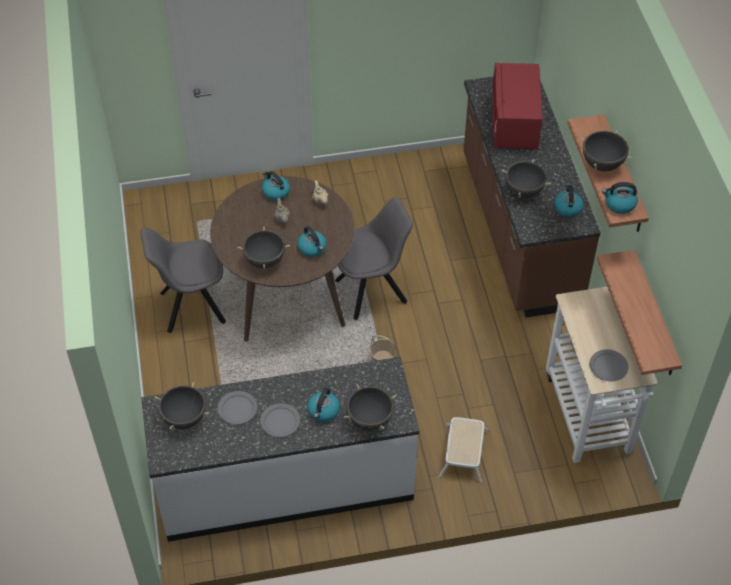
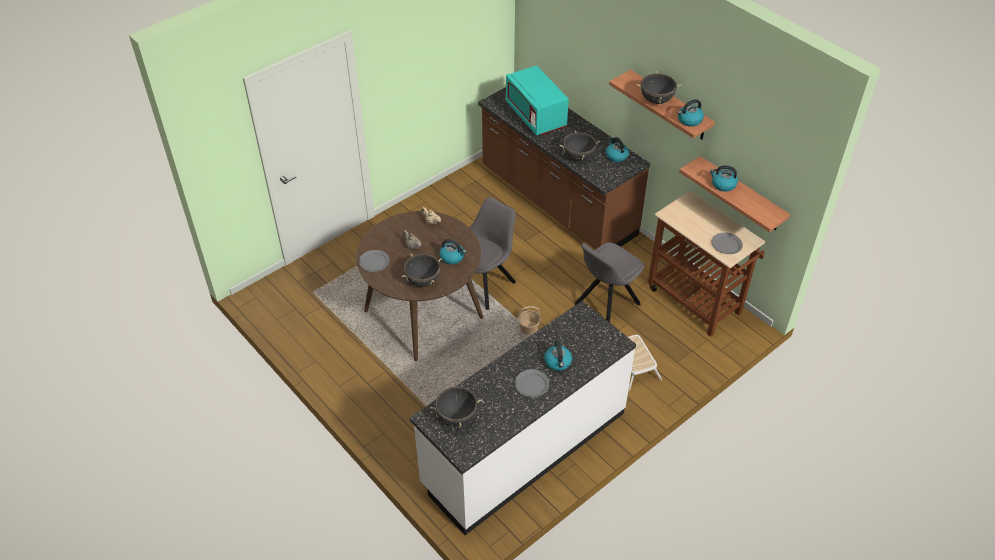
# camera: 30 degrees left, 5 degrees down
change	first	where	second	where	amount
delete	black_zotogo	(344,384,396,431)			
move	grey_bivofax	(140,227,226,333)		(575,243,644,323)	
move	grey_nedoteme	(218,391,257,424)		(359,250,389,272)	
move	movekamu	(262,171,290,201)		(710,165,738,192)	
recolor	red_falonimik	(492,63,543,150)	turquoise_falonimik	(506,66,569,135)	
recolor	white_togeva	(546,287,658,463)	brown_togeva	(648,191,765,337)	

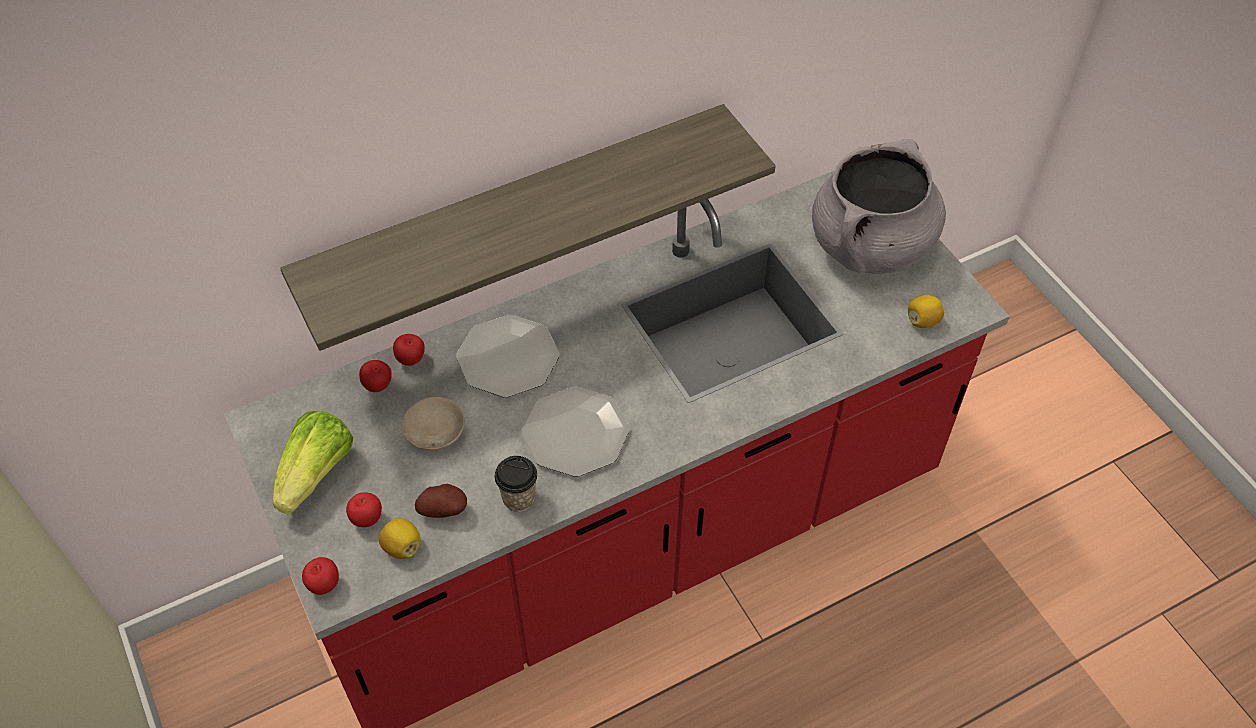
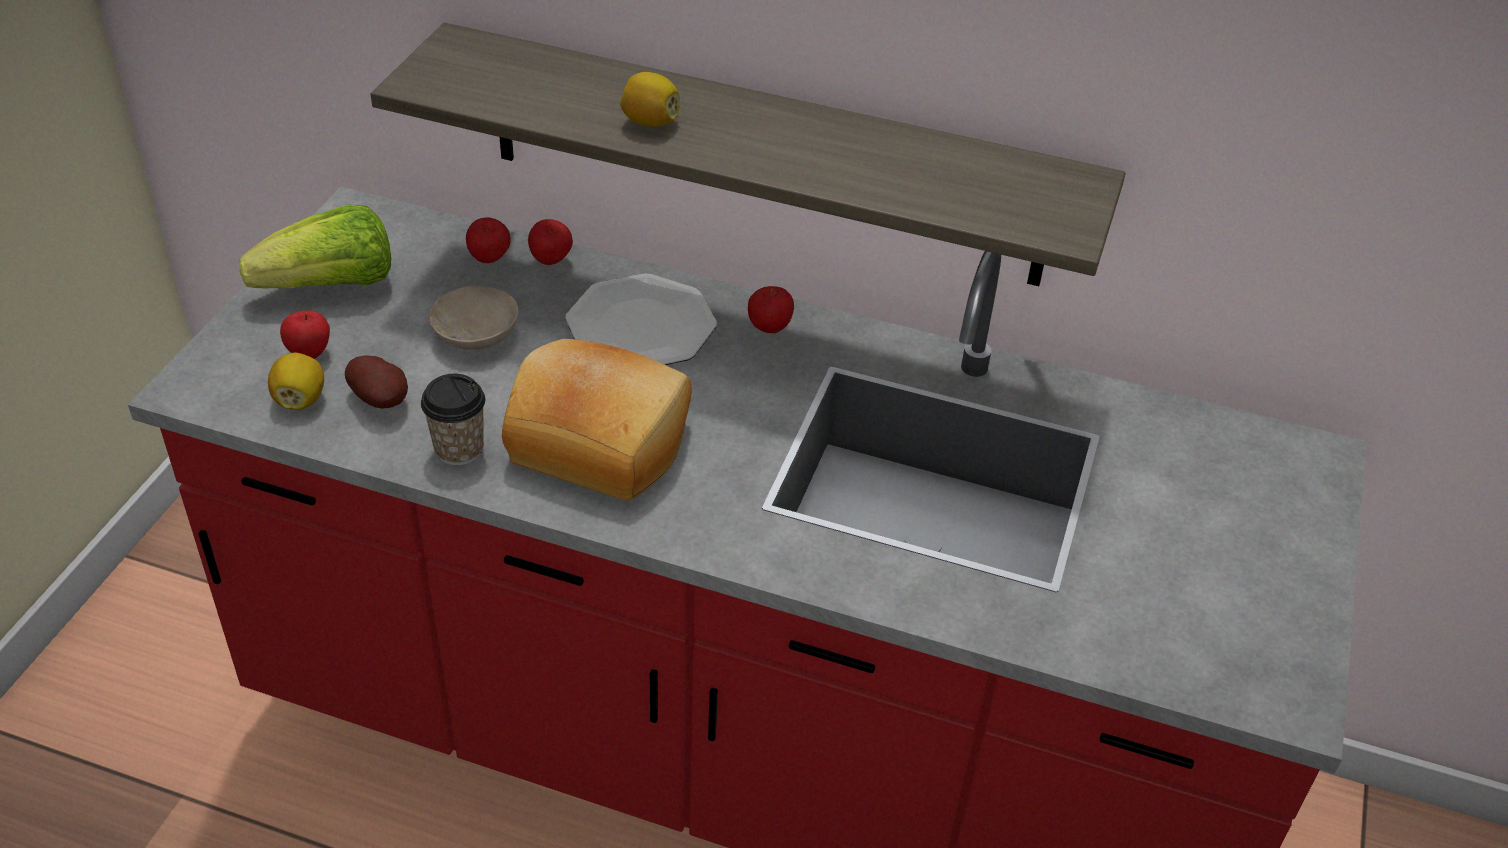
# camera: 45 degrees right, 10 degrees down
change	first	where	second	where	amount
delete	grey_zotogo	(812,139,946,274)			
move	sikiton	(302,557,339,595)		(748,286,794,333)	
move	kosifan	(908,295,944,328)		(620,72,680,127)	
replace	nedoteme	(522,387,629,477)	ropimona	(502,339,692,501)	

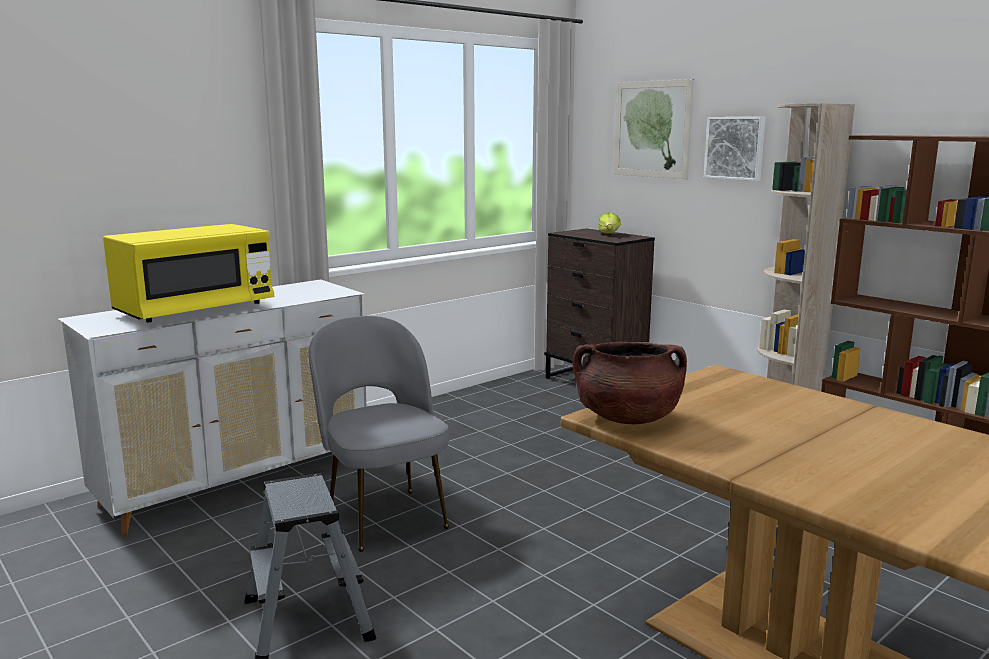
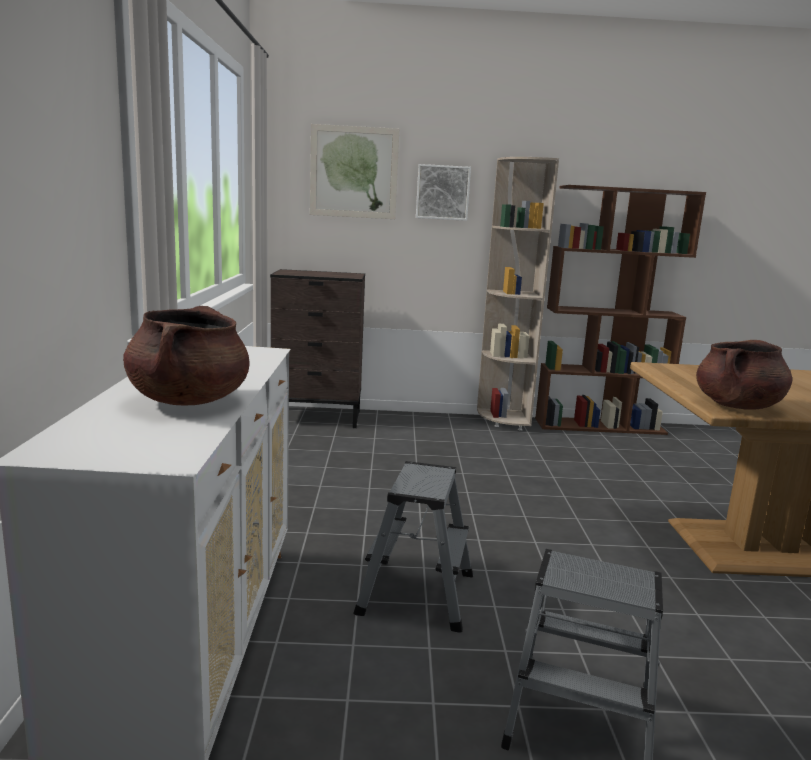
# camera: 50 degrees left, 0 degrees up
change	first	where	second	where	amount
delete	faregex	(598,212,621,234)			
replace	yellow_falonimik	(103,224,274,322)	brown_zotogo	(123,306,250,405)	
replace	grey_bivofax	(309,316,449,552)	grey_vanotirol	(353,461,473,633)	

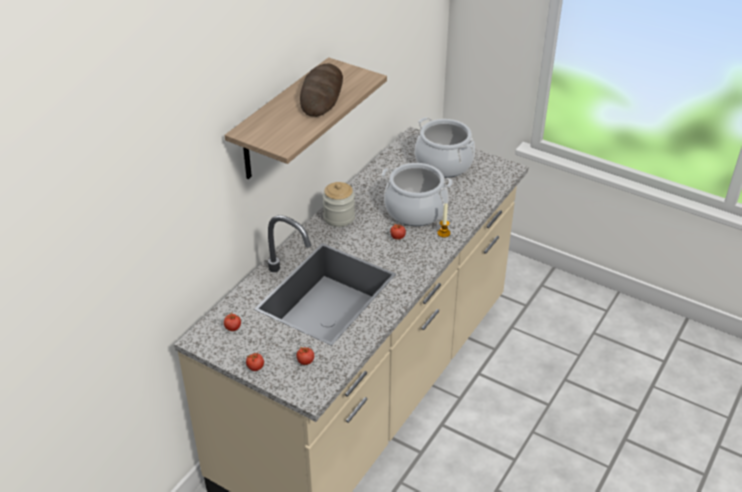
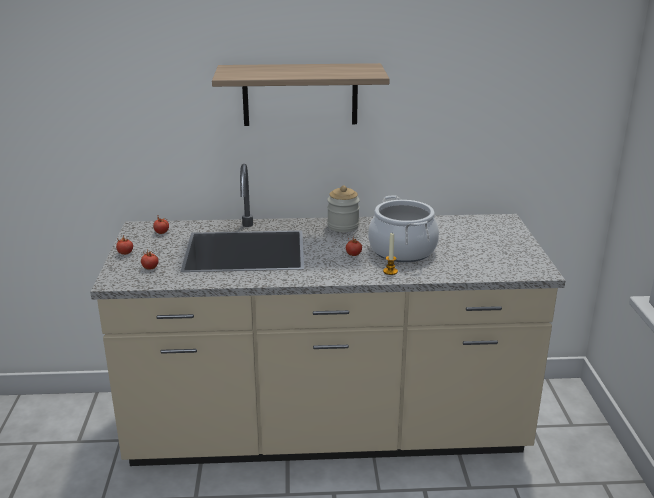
# camera: 55 degrees right, 15 degrees down
change	first	where	second	where	amount
delete	ropimona	(300,64,343,117)			
delete	zotogo	(415,117,475,178)			

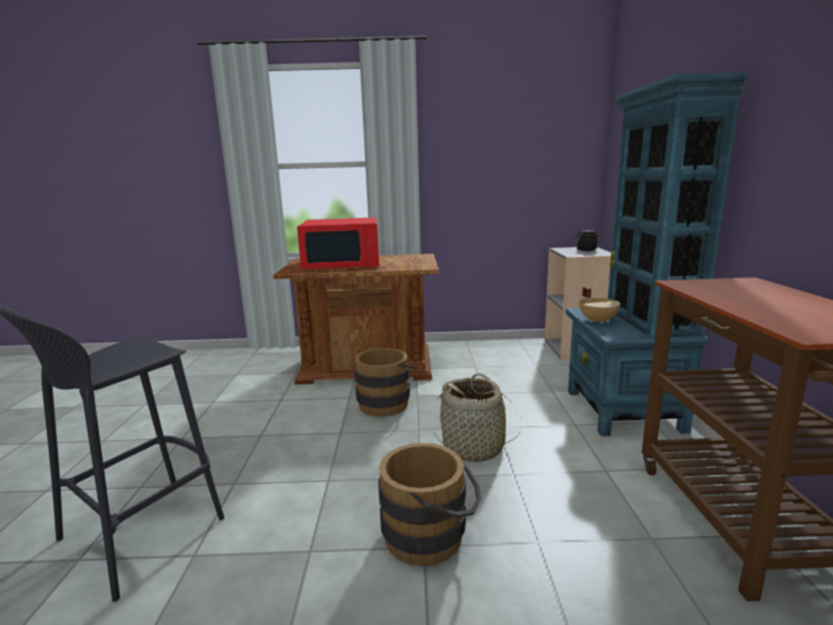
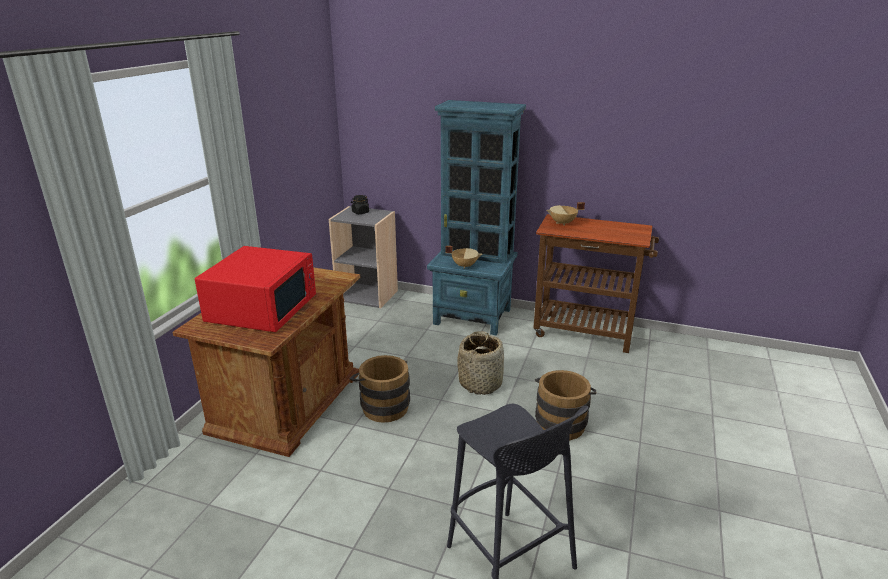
# camera: 70 degrees left, 10 degrees up
change	first	where	second	where	amount
insert			beige_zotogo	(546,202,585,226)	

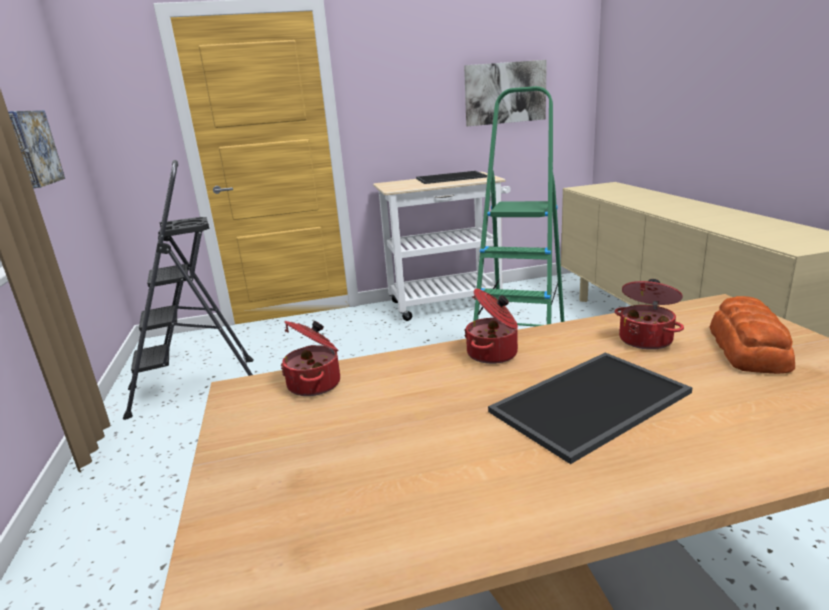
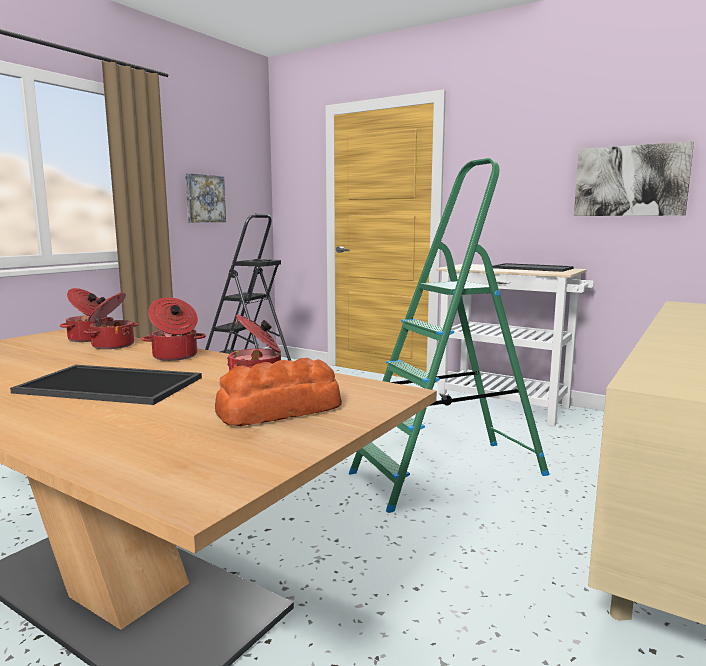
# camera: 45 degrees right, 10 degrees down
change	first	where	second	where	amount
insert			zotogo	(83,292,138,349)	

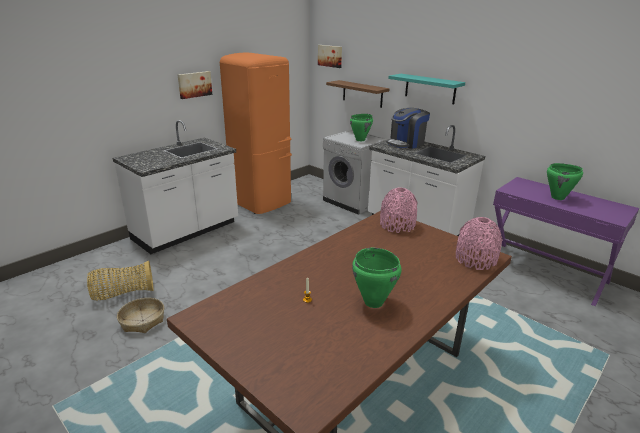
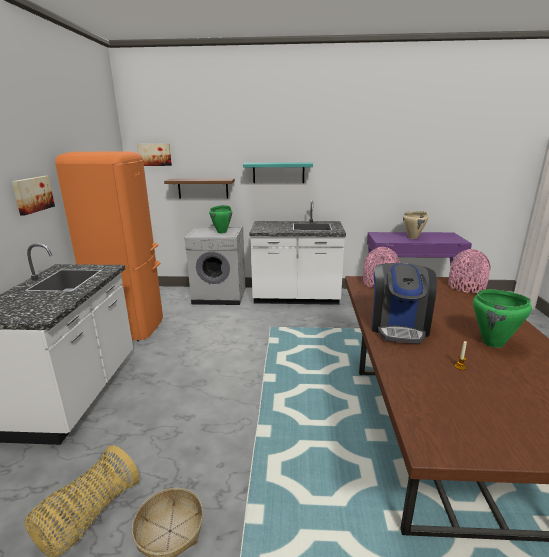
# camera: 40 degrees left, 5 degrees down
change	first	where	second	where	amount
move	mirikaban	(386,108,430,149)		(372,263,437,344)	
recolor	green_zotogo	(547,163,583,200)	beige_zotogo	(403,211,428,239)	

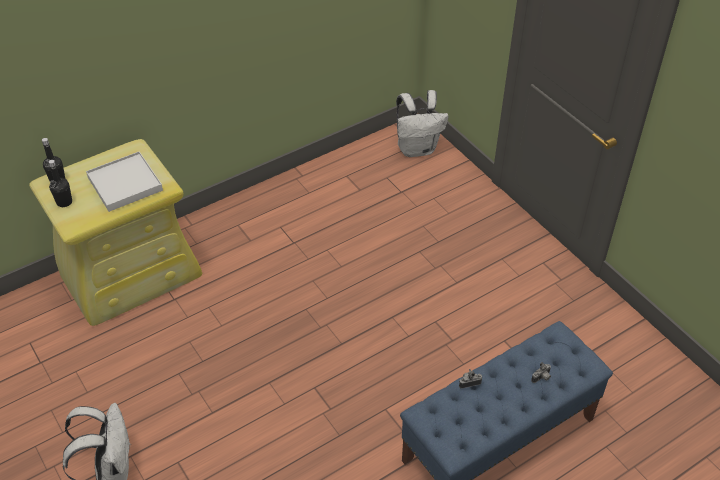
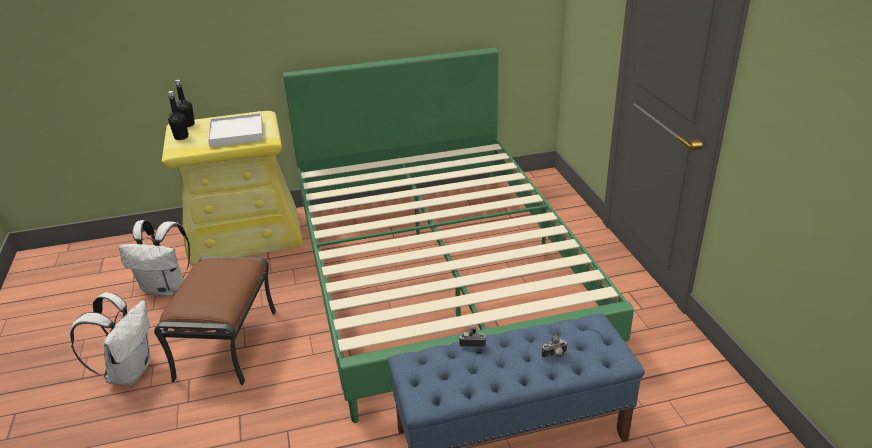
# camera: 20 degrees right, 15 degrees down
change	first	where	second	where	amount
insert			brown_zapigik	(154,256,276,385)	
insert			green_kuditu	(283,48,634,423)	
move	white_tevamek	(396,90,448,157)		(118,220,190,296)	

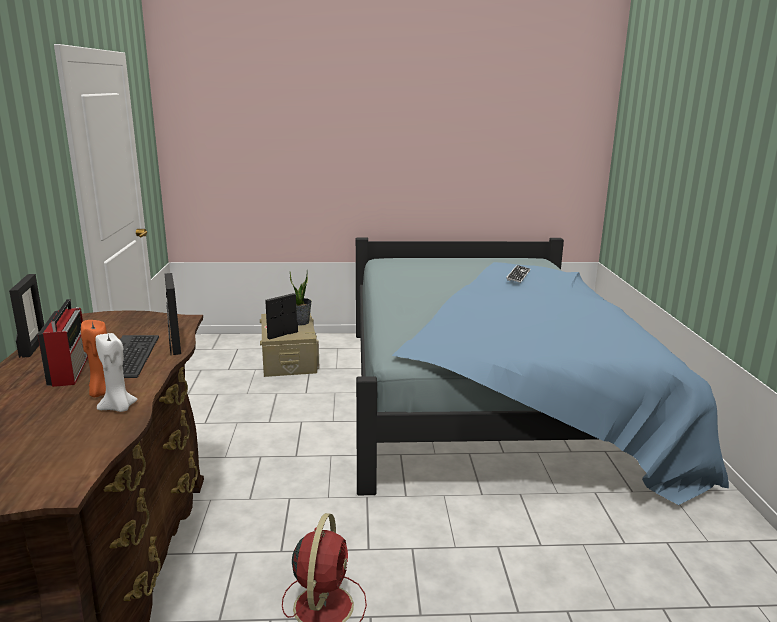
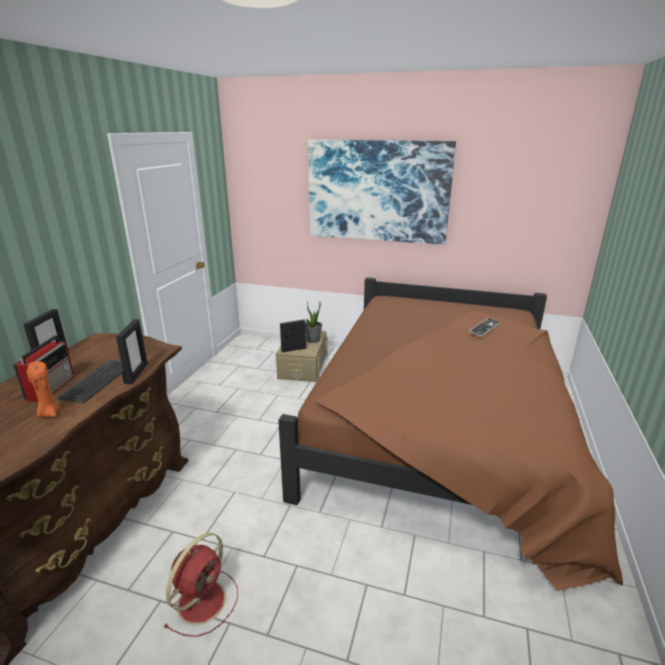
# camera: 20 degrees right, 5 degrees up
change	first	where	second	where	amount
delete	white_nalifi	(96,333,138,412)			
insert			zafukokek	(308,140,456,245)	
recolor	blue_kuditu	(356,238,729,505)	brown_kuditu	(278,277,623,591)	

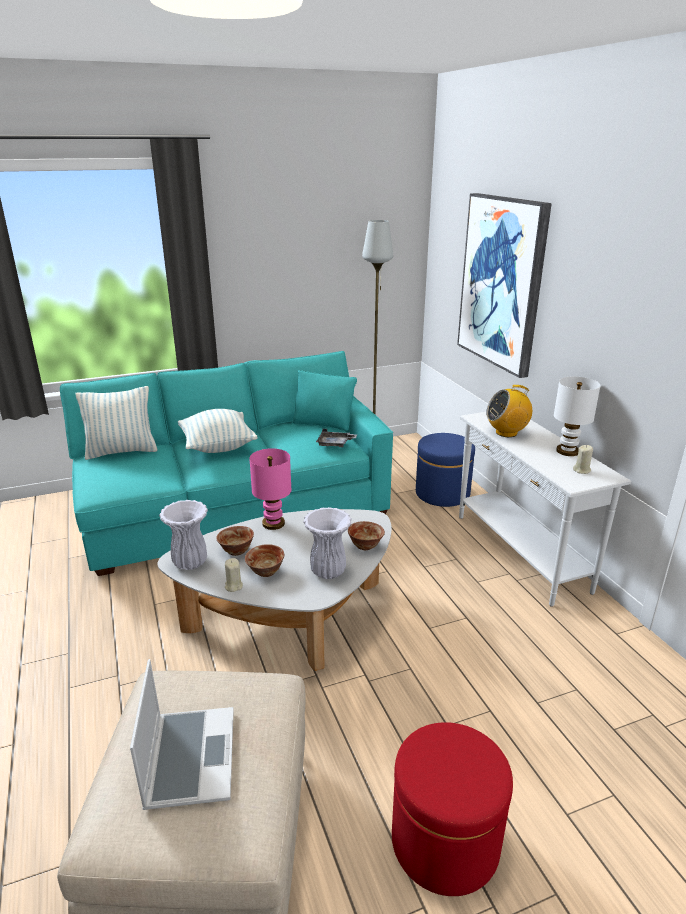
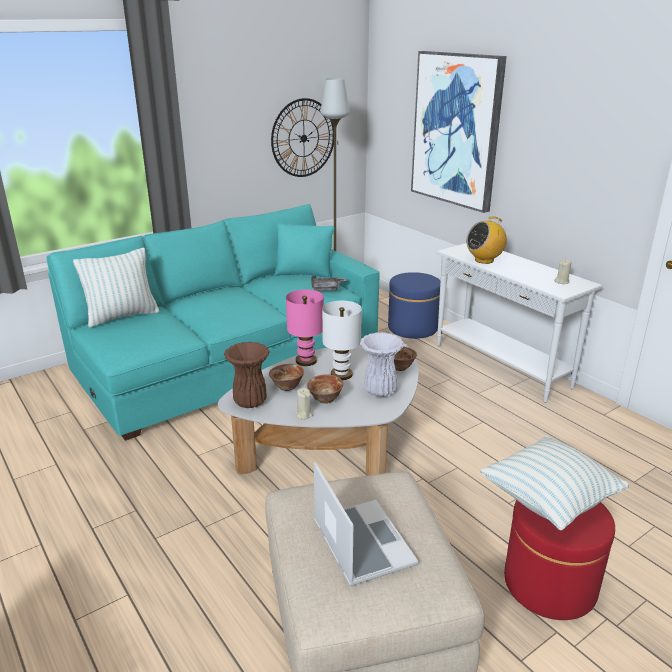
# camera: 15 degrees left, 0 degrees up
change	first	where	second	where	amount
insert			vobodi	(271,98,334,177)	
move	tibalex	(178,409,258,453)		(480,435,629,531)	
move	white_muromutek	(554,377,601,456)		(322,301,362,380)	
recolor	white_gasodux	(159,500,208,570)	brown_gasodux	(224,342,270,408)	

